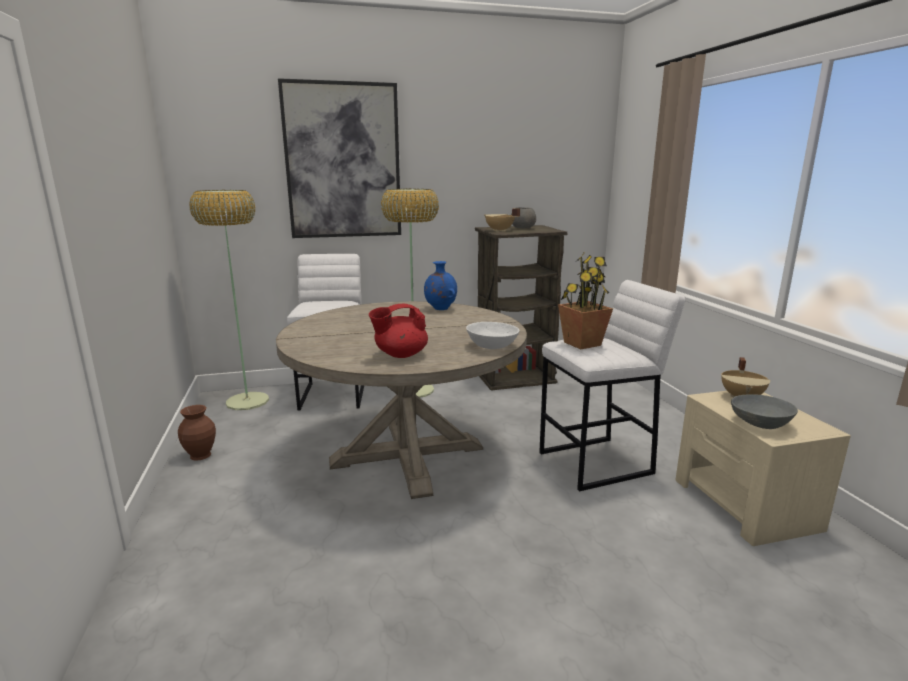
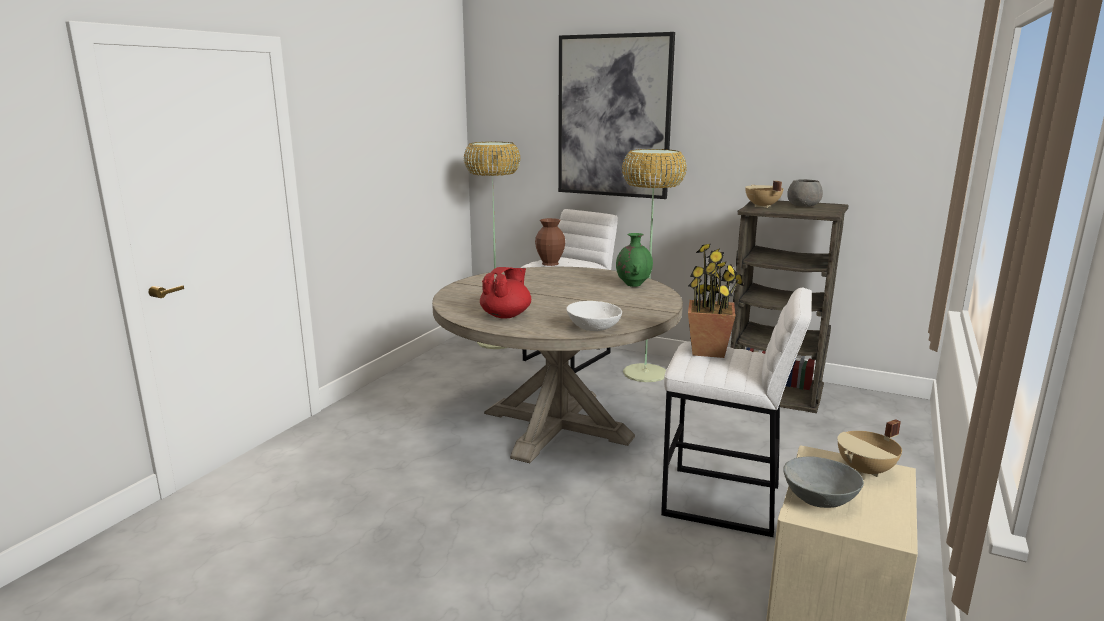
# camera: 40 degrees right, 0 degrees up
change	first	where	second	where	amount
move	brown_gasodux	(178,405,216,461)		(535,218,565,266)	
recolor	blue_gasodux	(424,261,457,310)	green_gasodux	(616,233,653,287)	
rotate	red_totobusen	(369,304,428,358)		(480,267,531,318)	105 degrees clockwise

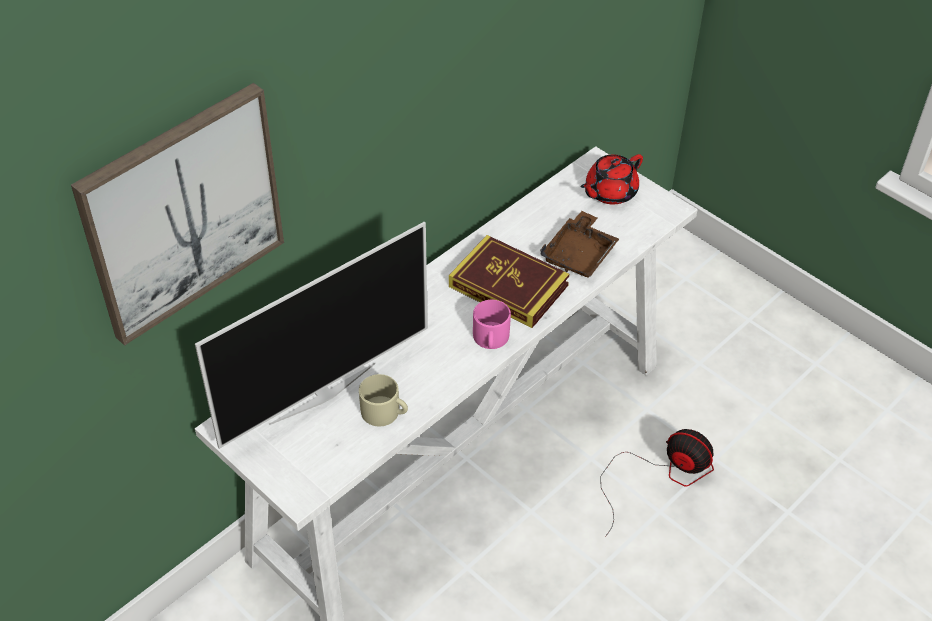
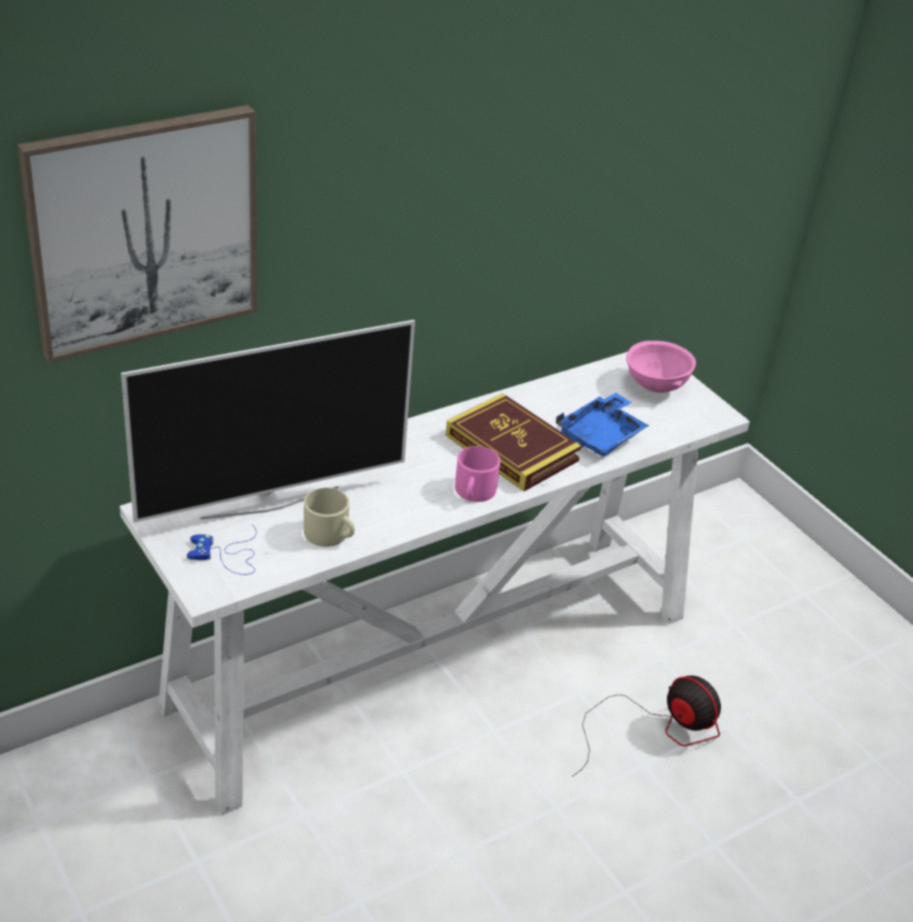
# camera: 10 degrees right, 10 degrees down
change	first	where	second	where	amount
insert			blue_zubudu	(187,524,257,575)	
replace	red_totobusen	(581,154,643,205)	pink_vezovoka	(626,341,696,393)	
recolor	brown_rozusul	(540,211,619,278)	blue_rozusul	(556,393,649,457)	

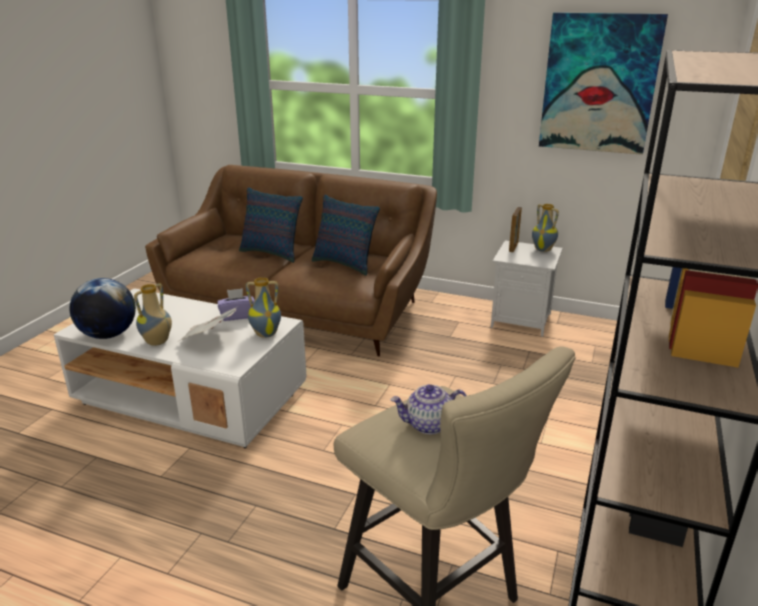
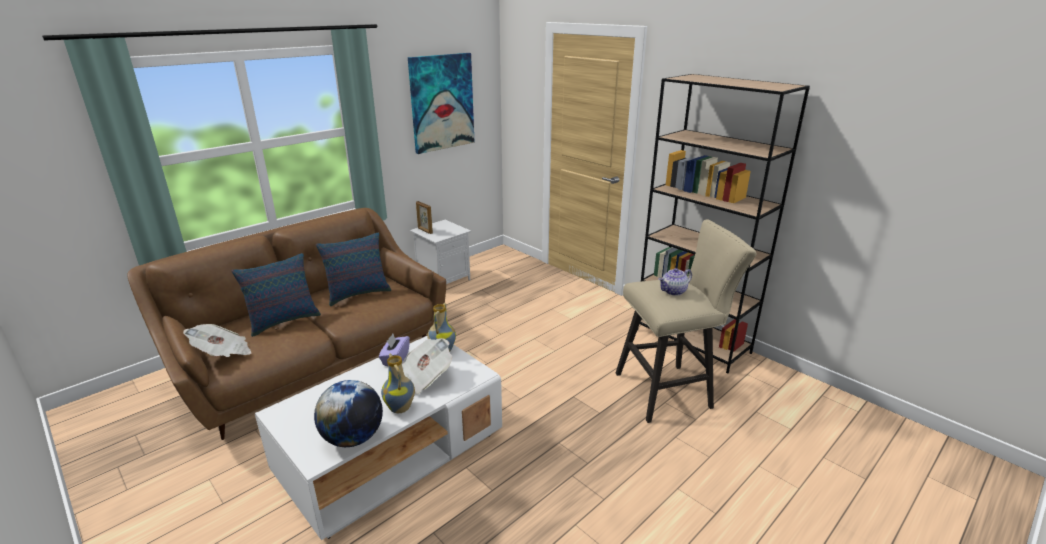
# camera: 65 degrees left, 0 degrees up
change	first	where	second	where	amount
delete	gasodux	(532,204,559,252)			
insert			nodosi	(183,324,251,357)	
rotate	totobusen	(391,384,467,434)		(659,268,692,296)	45 degrees clockwise

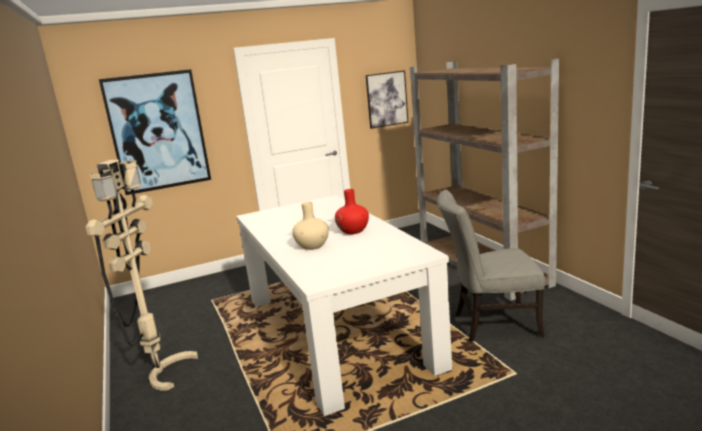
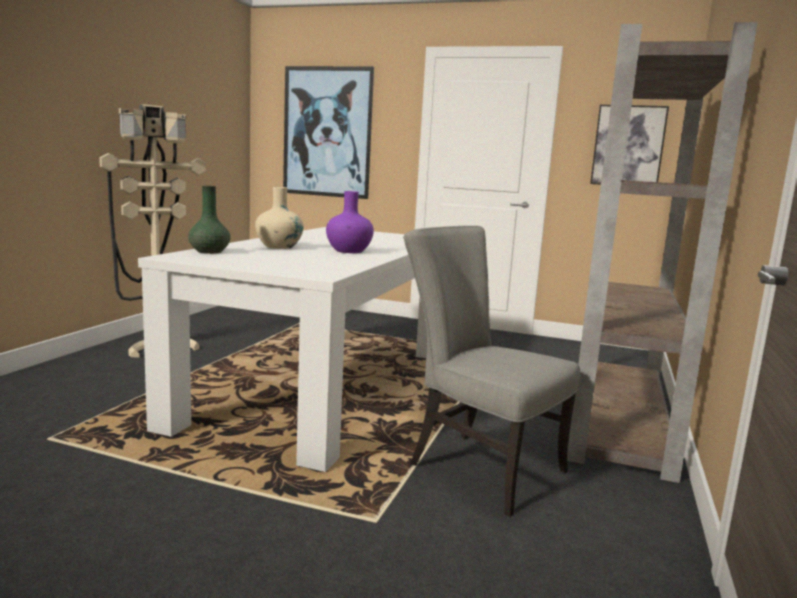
# camera: 40 degrees right, 5 degrees down
change	first	where	second	where	amount
insert			green_gasodux	(188,186,230,254)	
recolor	red_gasodux	(335,189,369,234)	purple_gasodux	(326,191,374,253)	

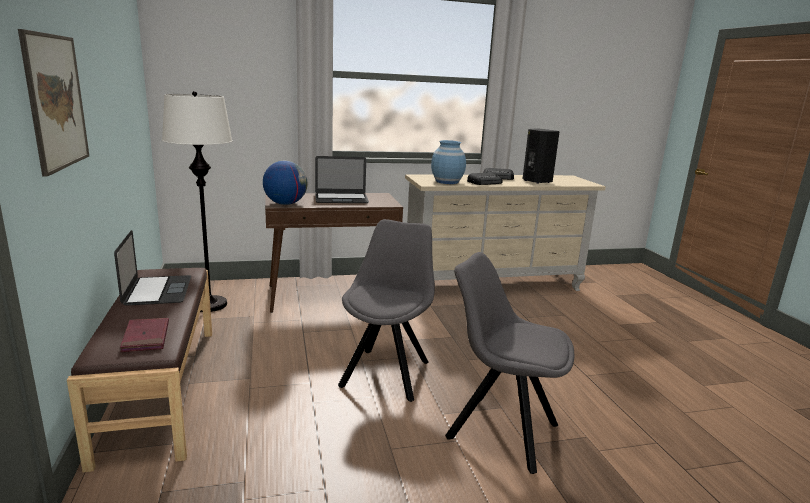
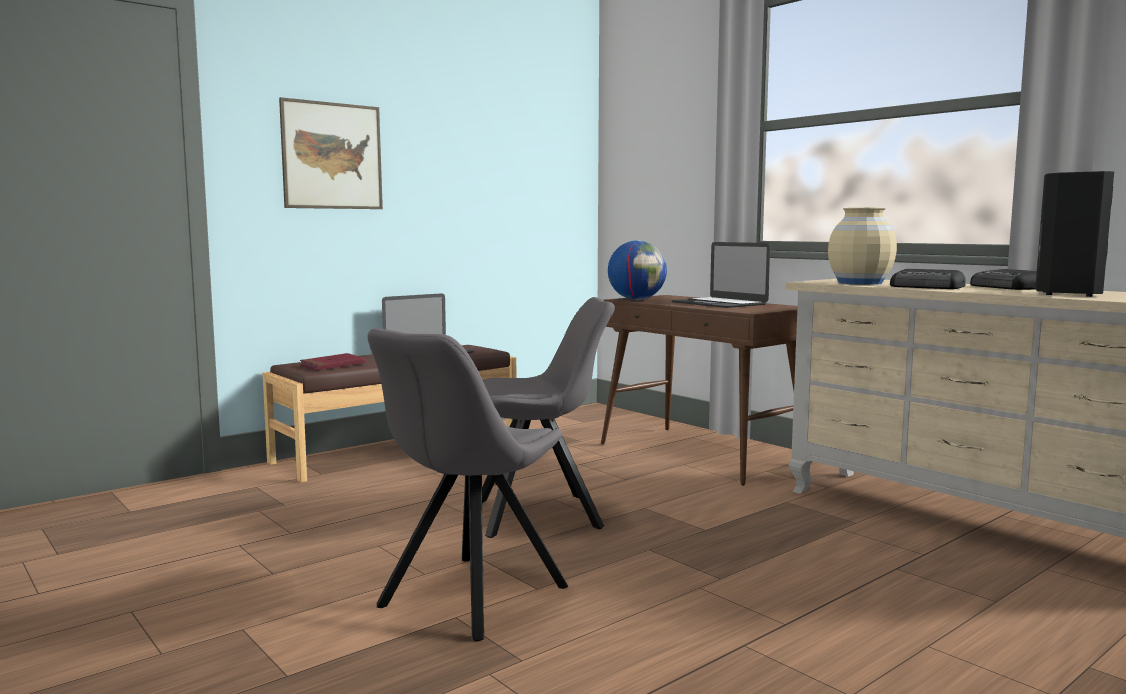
# camera: 65 degrees right, 10 degrees down
change	first	where	second	where	amount
delete	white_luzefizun	(162,91,233,312)			
recolor	blue_gasodux	(431,140,466,184)	beige_gasodux	(828,208,897,285)	
rotate	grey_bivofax	(445,252,574,474)		(368,328,568,641)	150 degrees counterclockwise

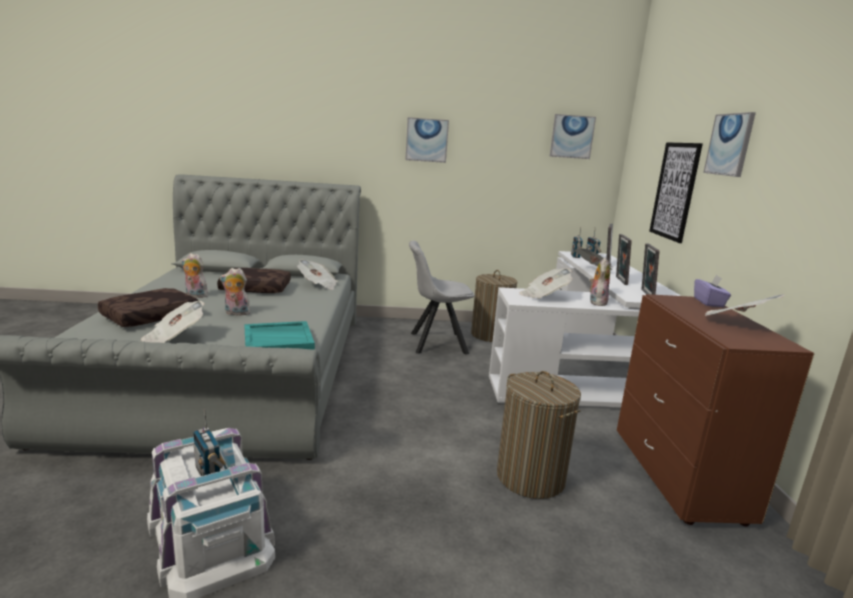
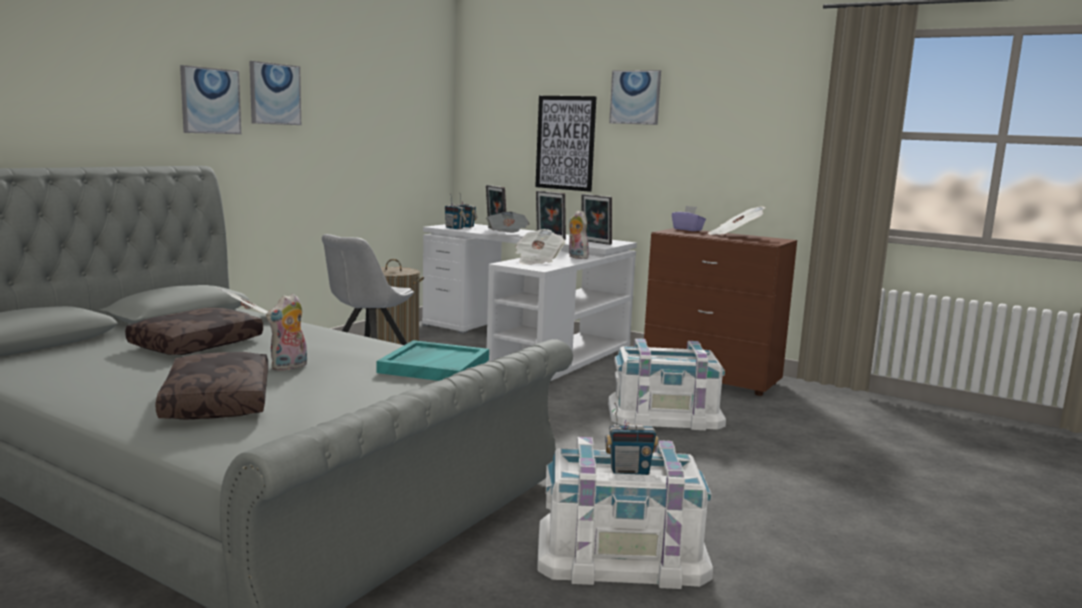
# camera: 55 degrees left, 5 degrees down
change	first	where	second	where	amount
delete	nodosi	(141,301,205,343)			
delete	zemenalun	(182,253,208,298)			
move	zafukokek	(550,114,596,159)		(180,65,241,134)	
replace	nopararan	(497,371,581,499)	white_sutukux	(608,338,726,430)	

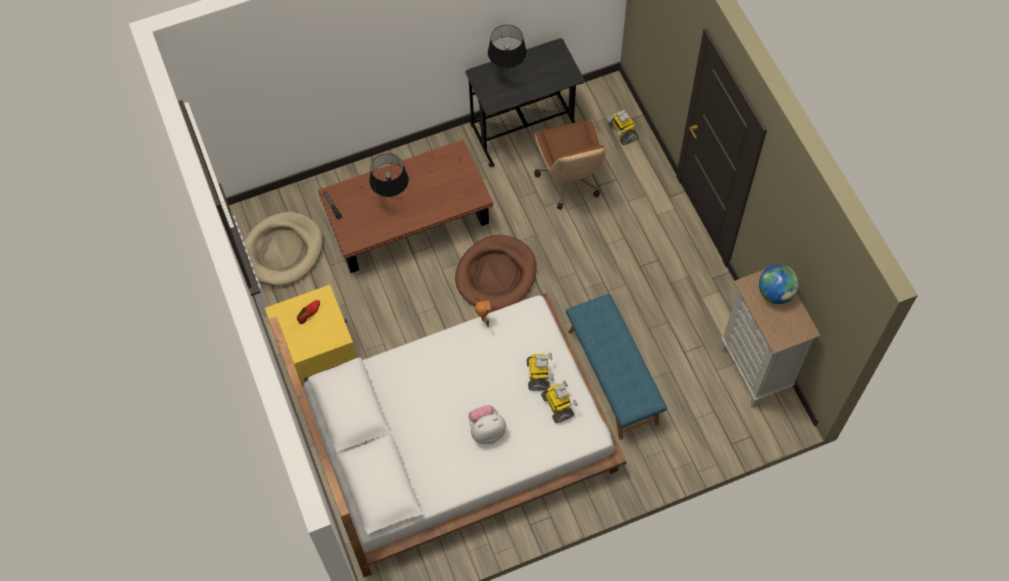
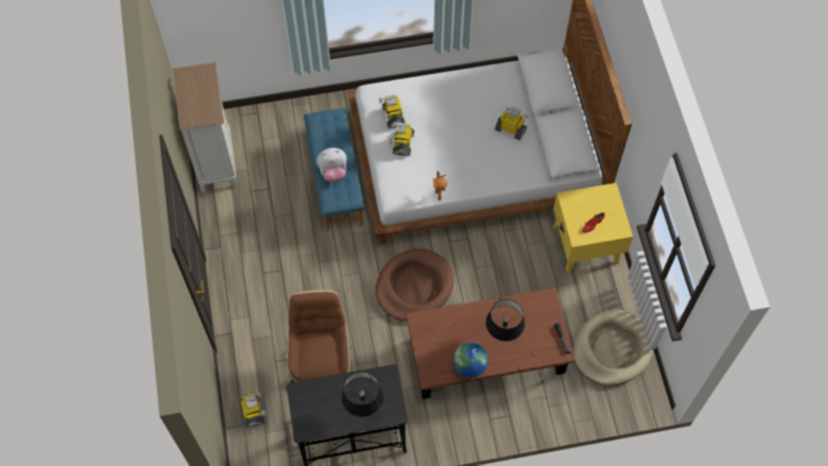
# camera: 170 degrees left, 0 degrees up
change	first	where	second	where	amount
insert			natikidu	(495,106,528,140)	
move	zemenalun	(468,405,506,444)		(317,148,347,182)	
move	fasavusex	(759,265,799,304)		(453,342,488,378)	

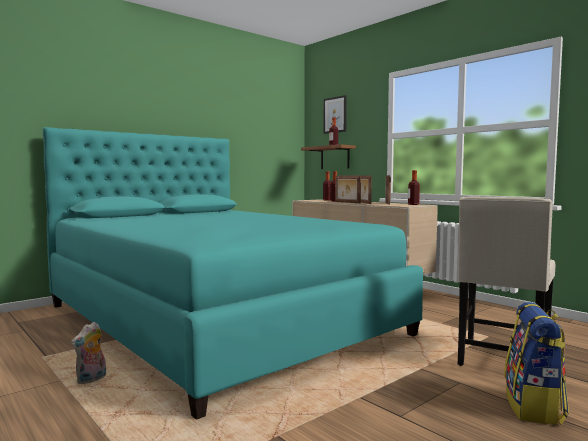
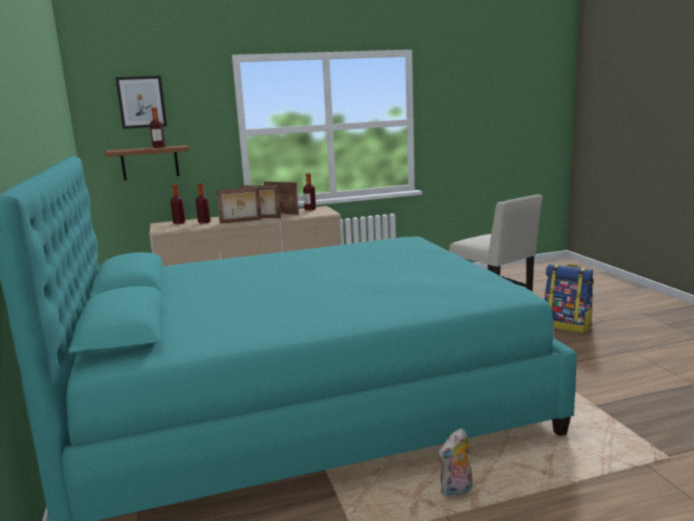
# camera: 65 degrees left, 10 degrees up
change	first	where	second	where	amount
rotate	zemenalun	(71,322,106,384)		(439,428,473,497)	90 degrees clockwise

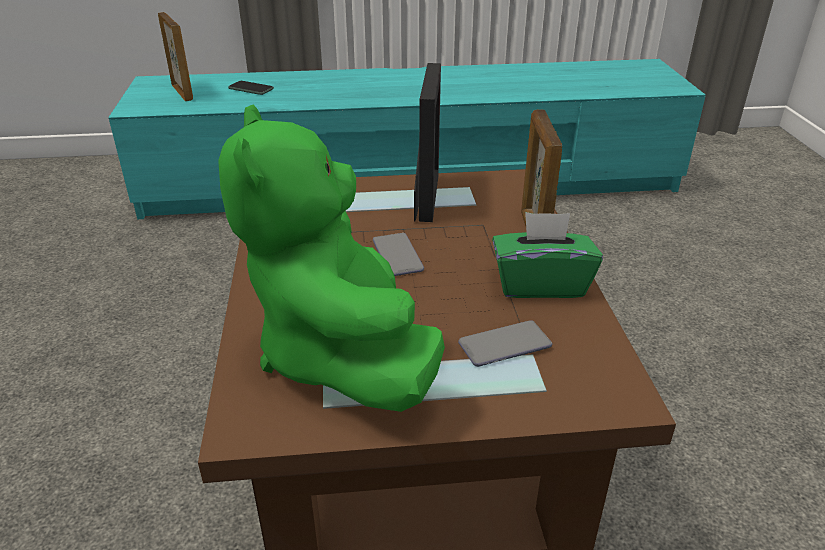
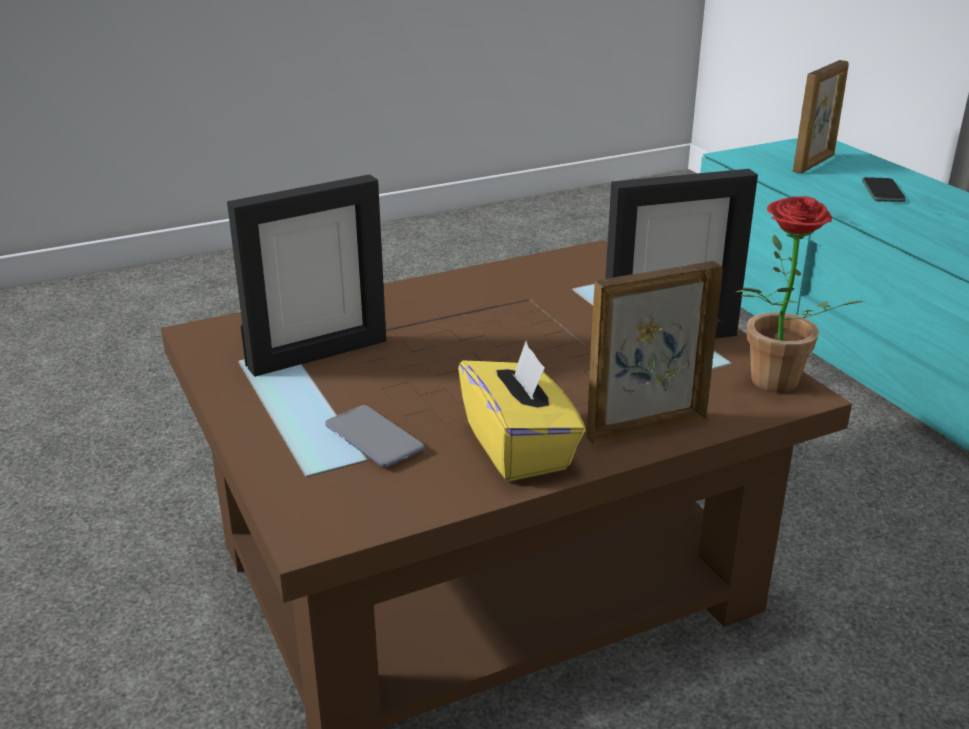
# camera: 70 degrees right, 5 degrees down
change	first	where	second	where	amount
delete	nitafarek	(373,233,424,276)			
insert			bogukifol	(736,196,863,393)	
replace	green_zemenalun	(218,105,445,412)	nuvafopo	(227,174,386,377)	
recolor	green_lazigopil	(492,212,603,298)	yellow_lazigopil	(458,341,585,481)	

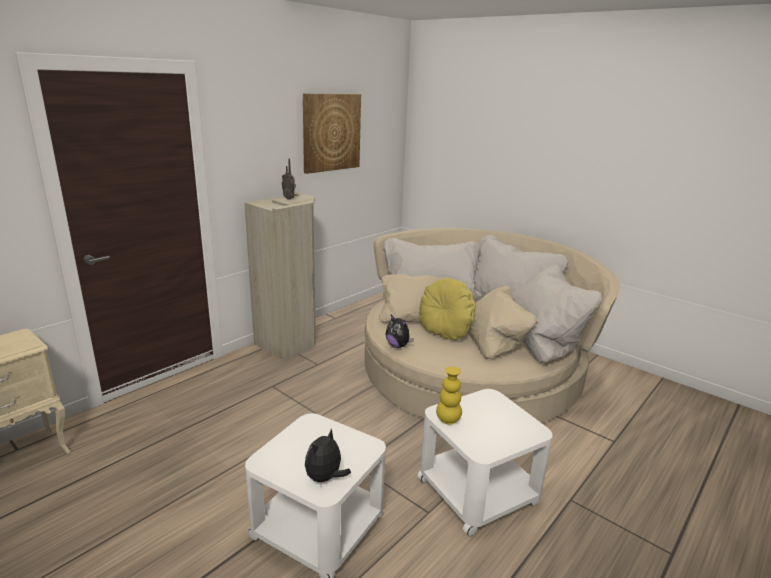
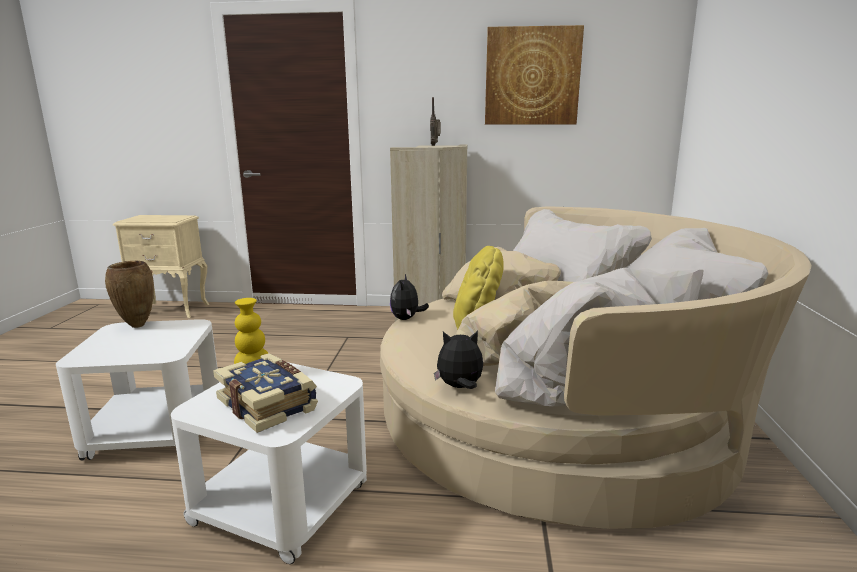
# camera: 55 degrees right, 5 degrees down
change	first	where	second	where	amount
insert			brown_gasodux	(105,261,154,328)	
insert			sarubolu	(213,353,318,433)	
move	zemenalun	(305,429,351,484)		(434,331,483,389)	

